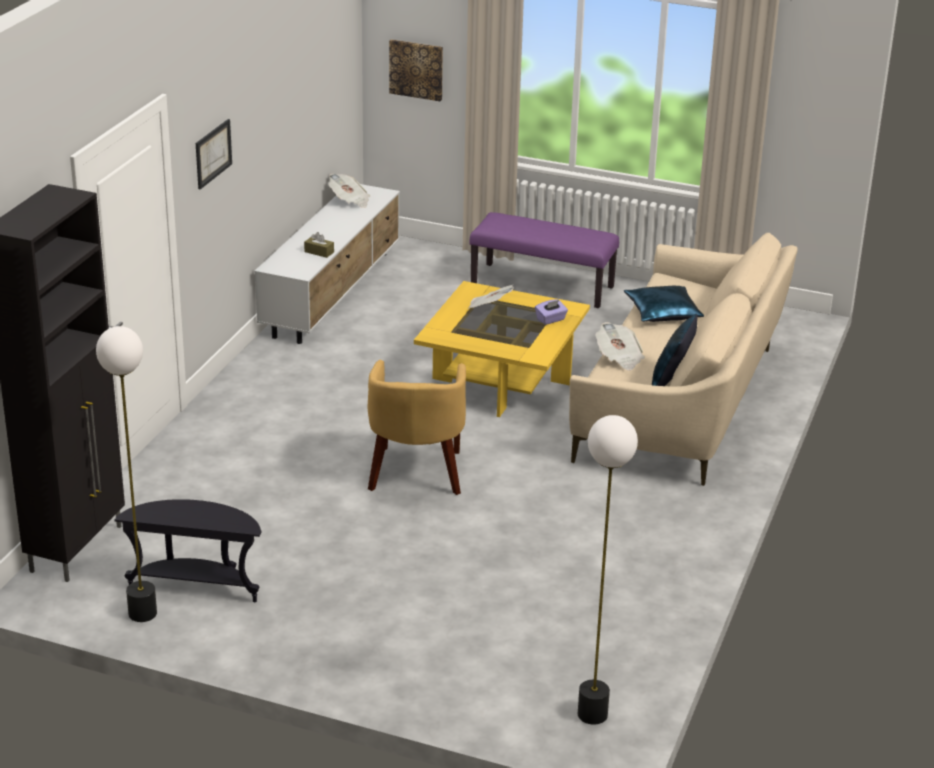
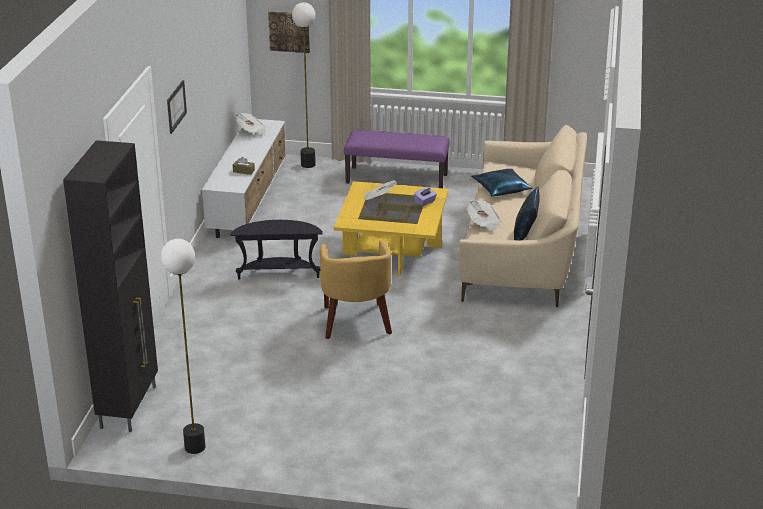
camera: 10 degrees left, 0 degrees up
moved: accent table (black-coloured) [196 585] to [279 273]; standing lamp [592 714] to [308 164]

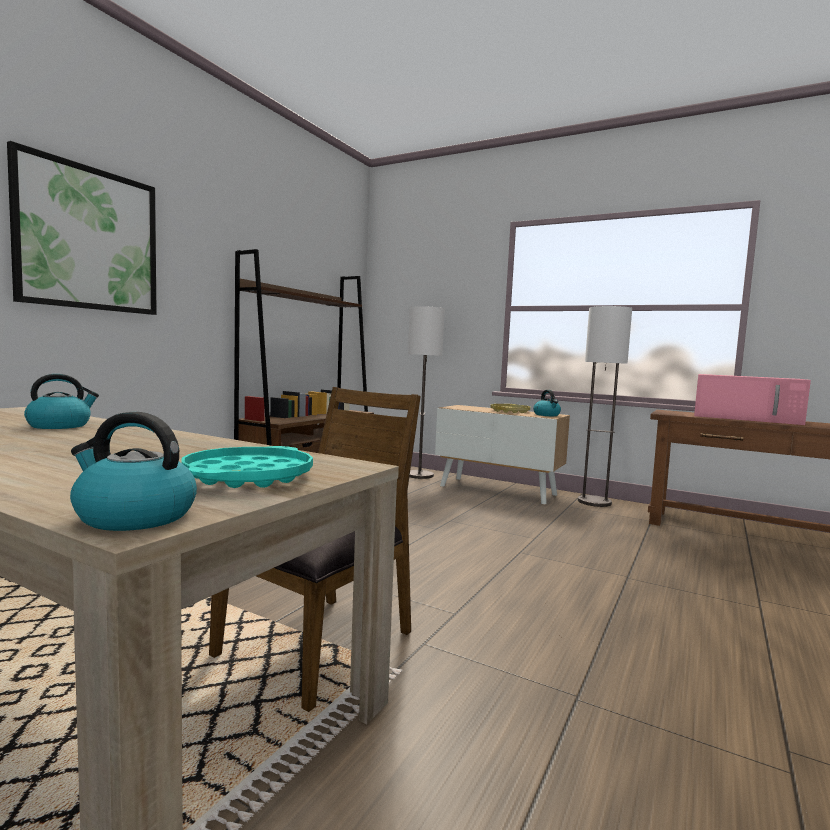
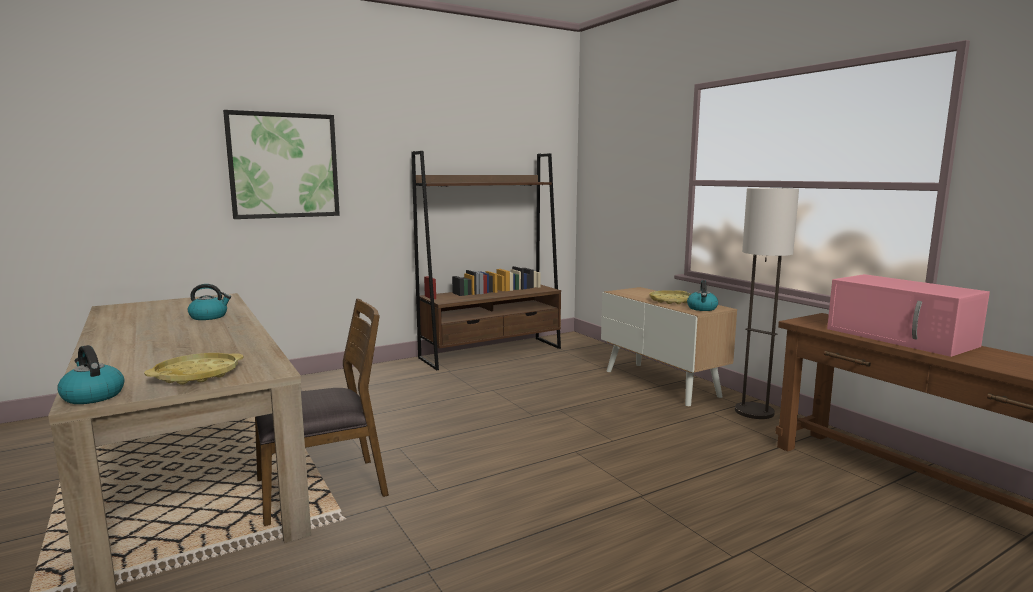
camera: 30 degrees right, 5 degrees up
removed: standing lamp [419 475]
recoloured: serving tray (turquoise) [249 476] to serving tray (yellow) [197 374]

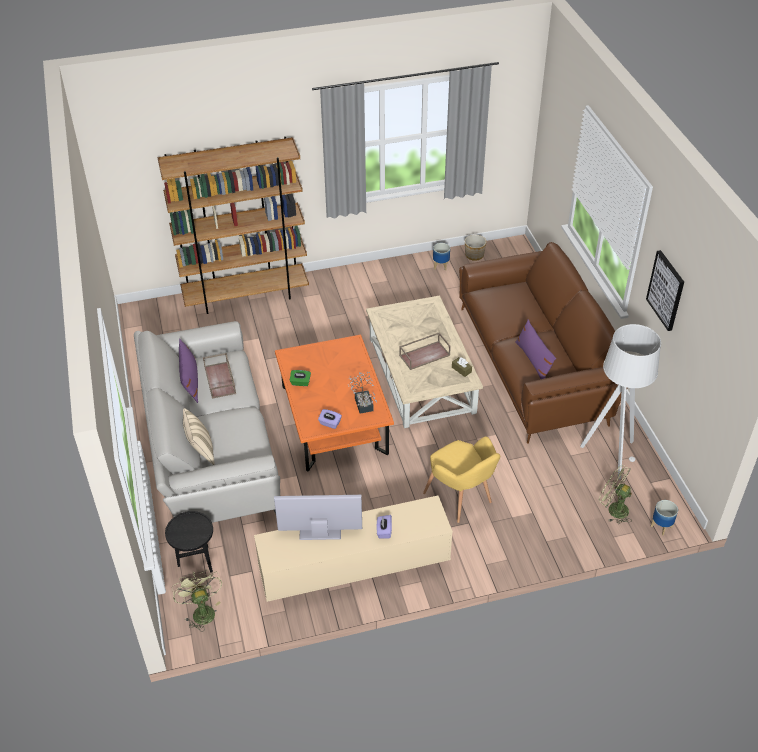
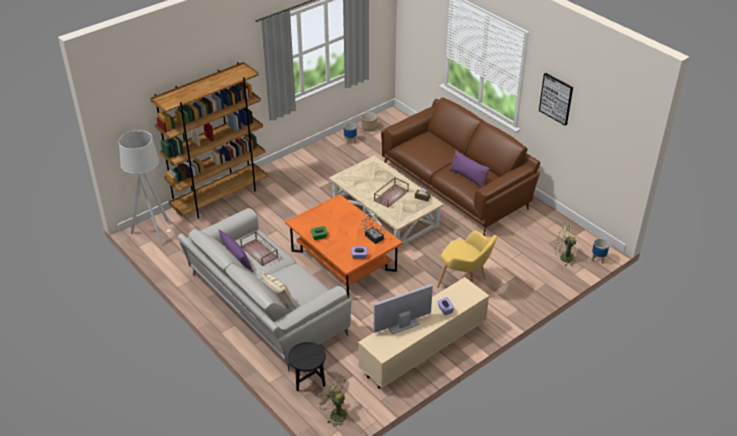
camera: 25 degrees left, 5 degrees down
moved: standing lamp (grey) [610 456] to [153 233]

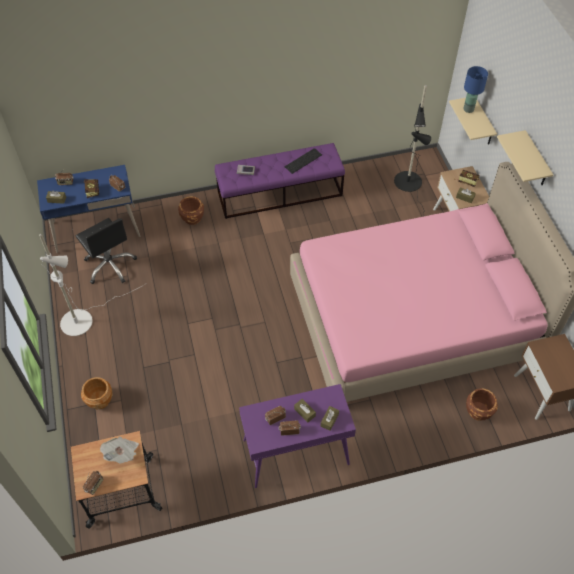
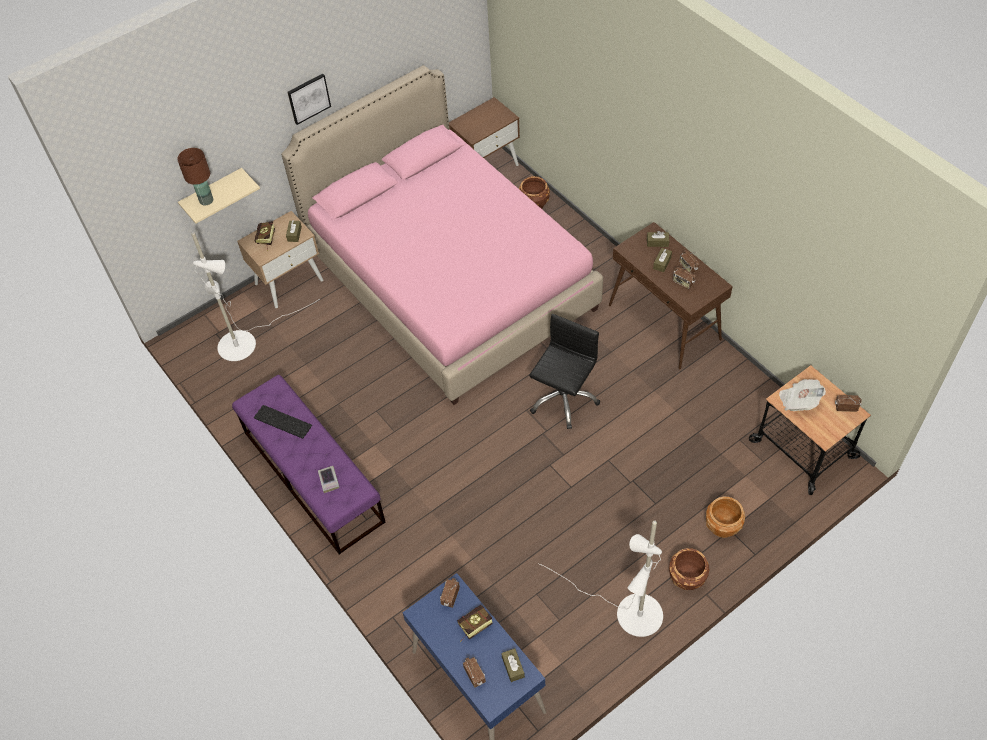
camera: 110 degrees left, 0 degrees up
moved: desk chair (black-coloured) [110 265] to [563 398]; planter (brownish) [192 218] to [686 577]
replaced: wall shelf (beige-coloured) [536 160] to picture [308 98]
recoloured: console table (purple) [295 453] to console table (brownish) [665 322]; standing lamp (black-coloured) [410 186] to standing lamp (whitish) [244 341]; tabletop lamp (blue-coloured) [468 109] to tabletop lamp (brownish) [206 201]

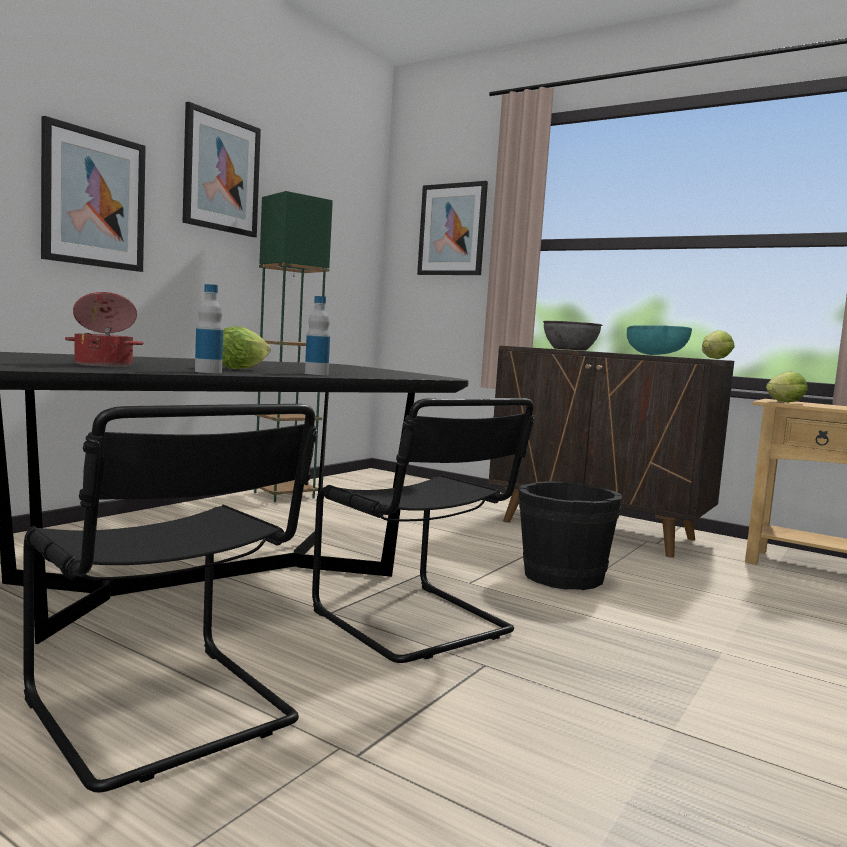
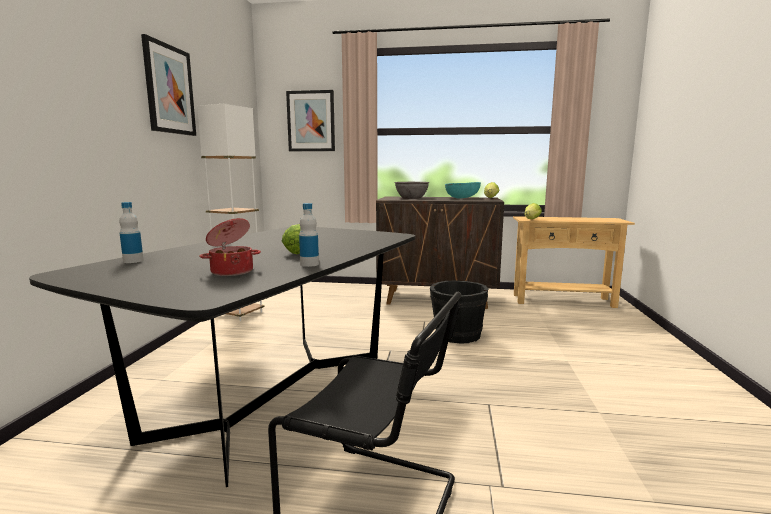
camera: 25 degrees left, 5 degrees up
removed: picture [93 199]; upright chair (black-coloured) [417 624]
moved: drink bottle [316 374] to [133 261]
recoloured: standing lamp (green) [284 495] to standing lamp (whitish) [240 314]

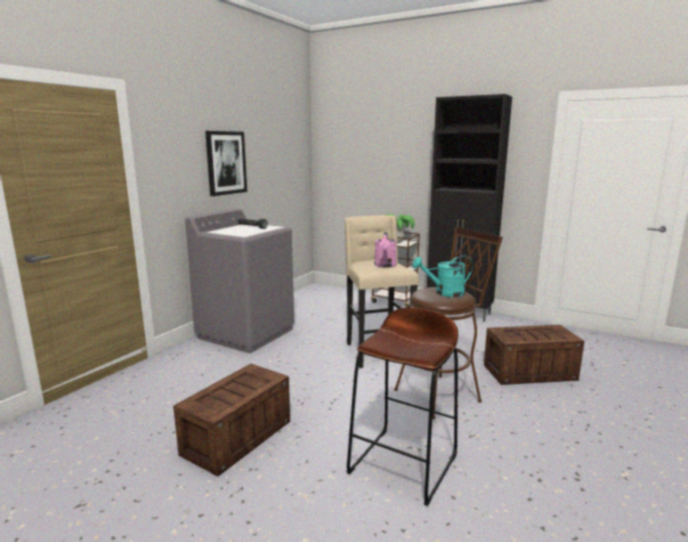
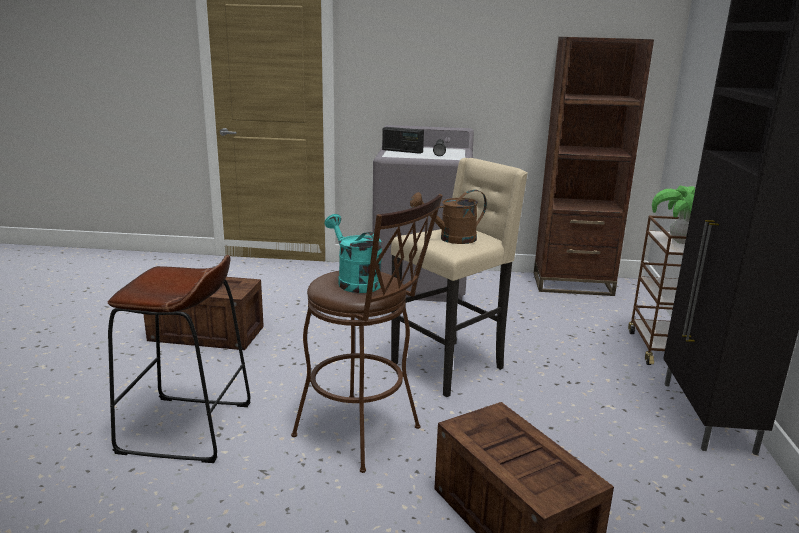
camera: 65 degrees right, 5 degrees up
removed: picture [226 163]
added: radio [402 151]; bookshelf (brownish) [572 284]
recoloured: watering can (pinkish) [385 265] to watering can (brownish) [451 239]

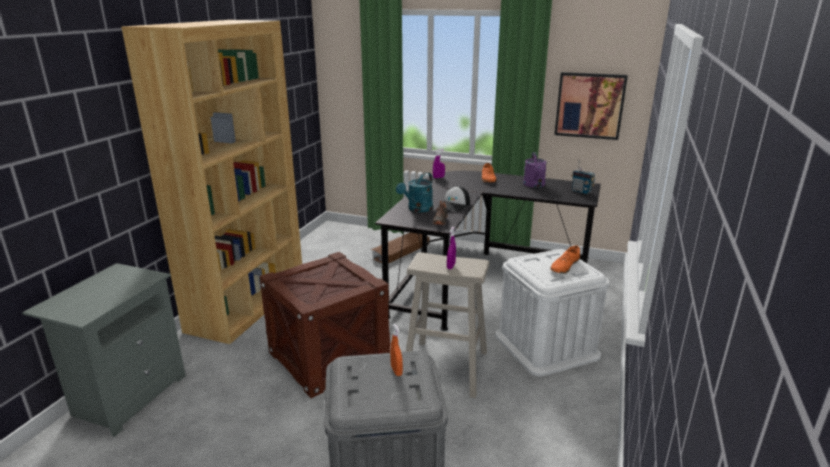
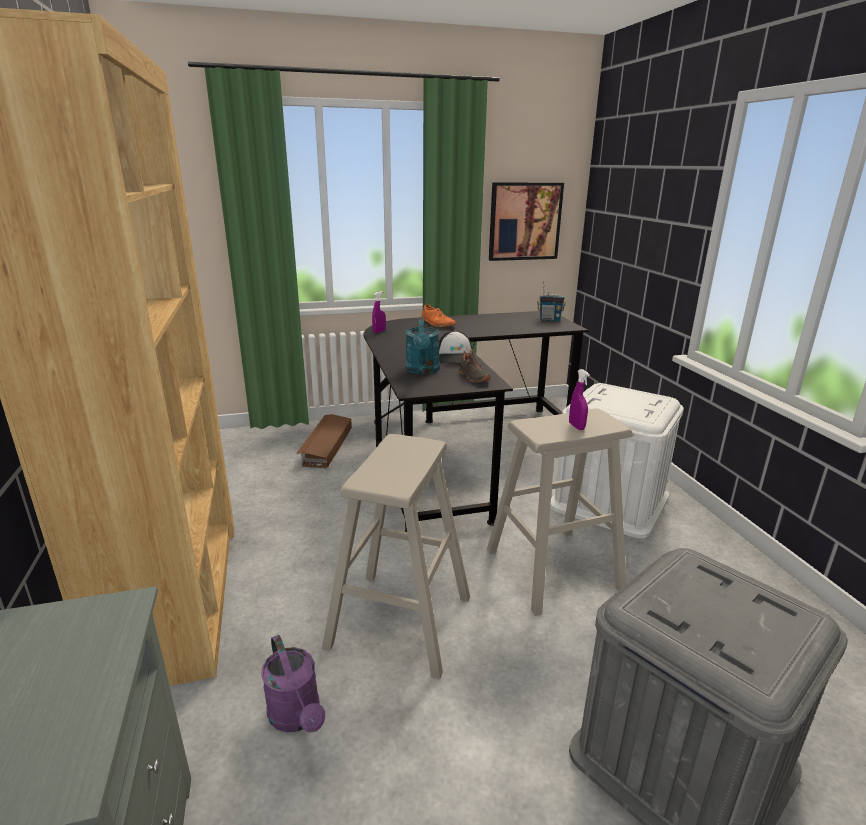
camera: 35 degrees left, 0 degrees up
removed: sprayer (orange) [396 371]; low shoe (orange) [564 266]
moved: watering can (purple) [534 185] to [297 717]
replaced: shipping crate [329 357] to stool (beige-coloured) [400 622]

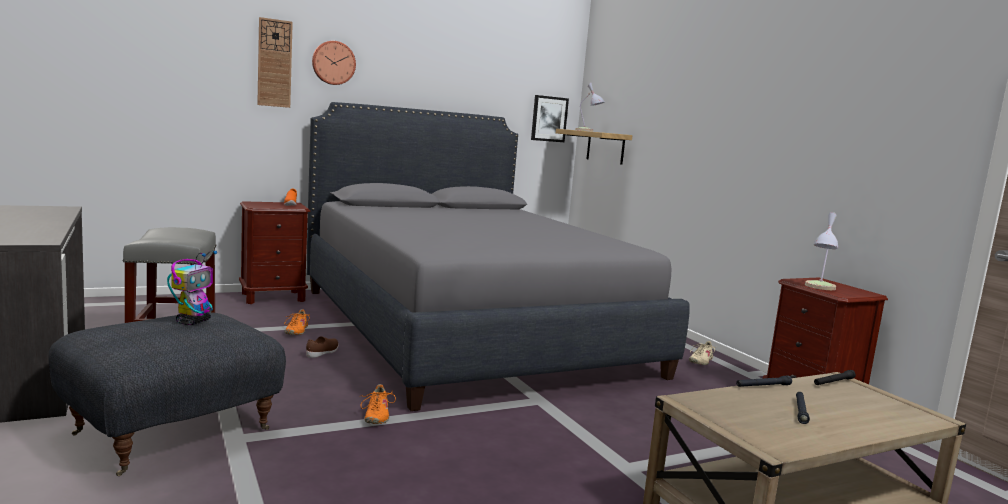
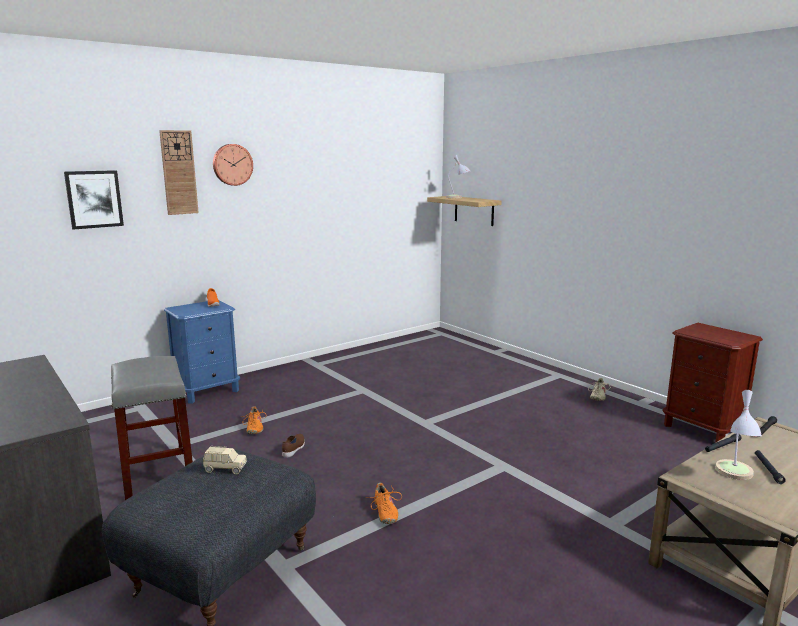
camera: 10 degrees left, 5 degrees up
removed: bed (grey) [467 329]
moved: picture [549 119] to [94 199]; tabletop lamp [819 287] to [735 475]
replaced: model robot [193 321] to toy car (beige-coloured) [225 469]
recoloured: nightstand (brownish) [273 297] to nightstand (blue-coloured) [208 391]

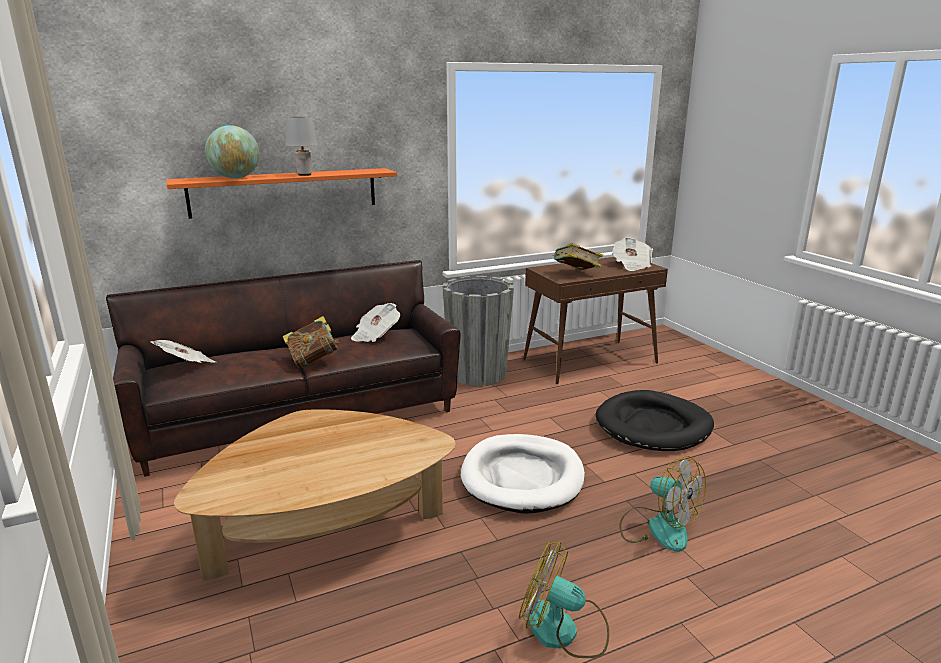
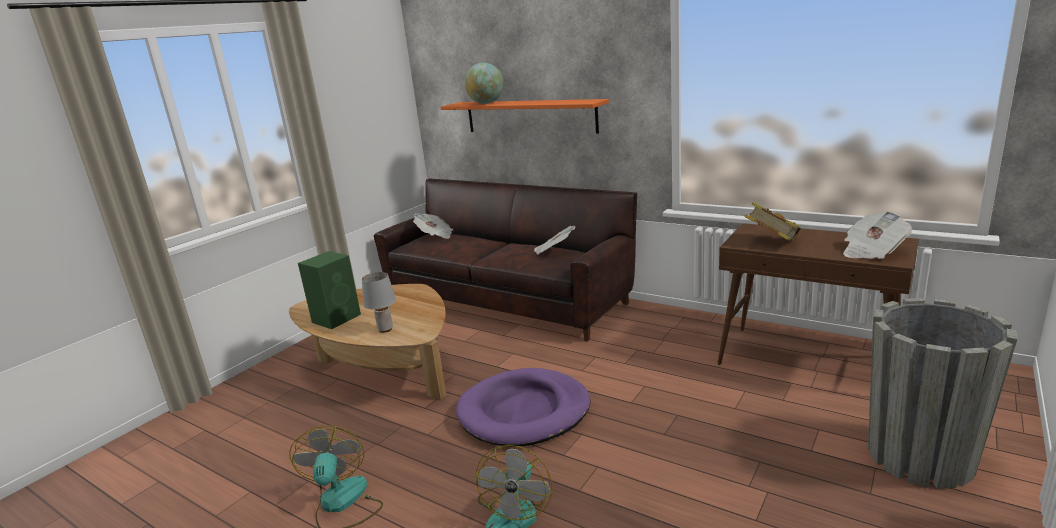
camera: 60 degrees right, 0 degrees up
removed: bound book [313 361]; pet bed (black-coloured) [653 426]
added: loudspeaker (green) [337 318]
moved: tabletop lamp (grey) [305 175] to [385 329]; planter (grey) [477 374] to [920 457]
recoloured: pet bed (whitish) [522 477] to pet bed (purple) [524 412]

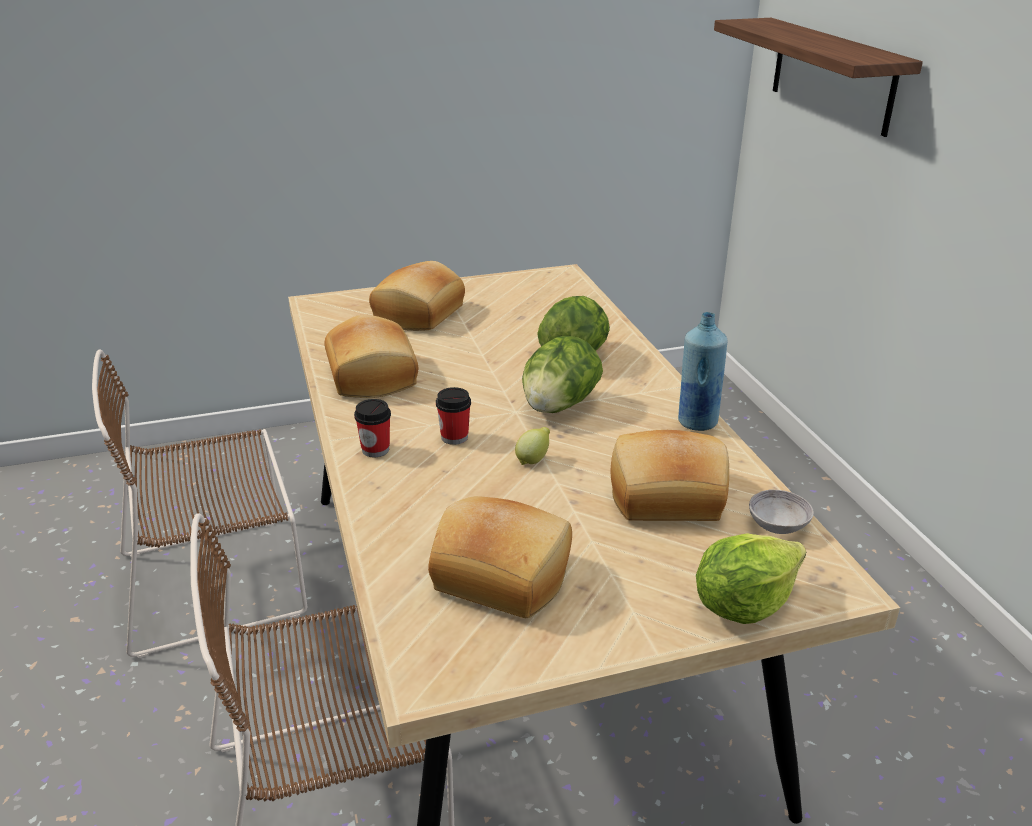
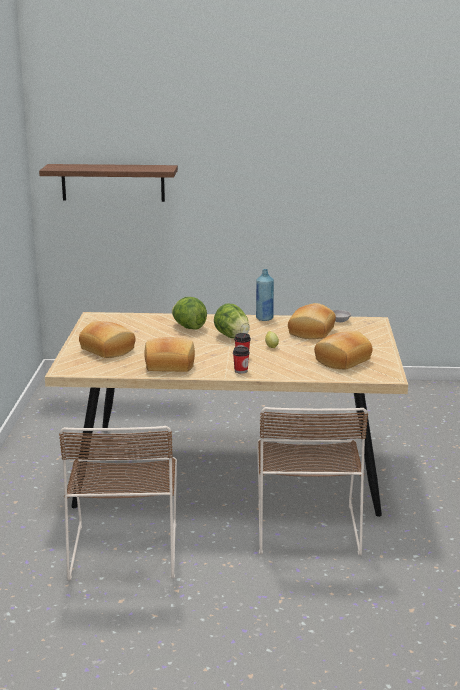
camera: 70 degrees left, 10 degrees down
removed: lettuce head [743 604]

